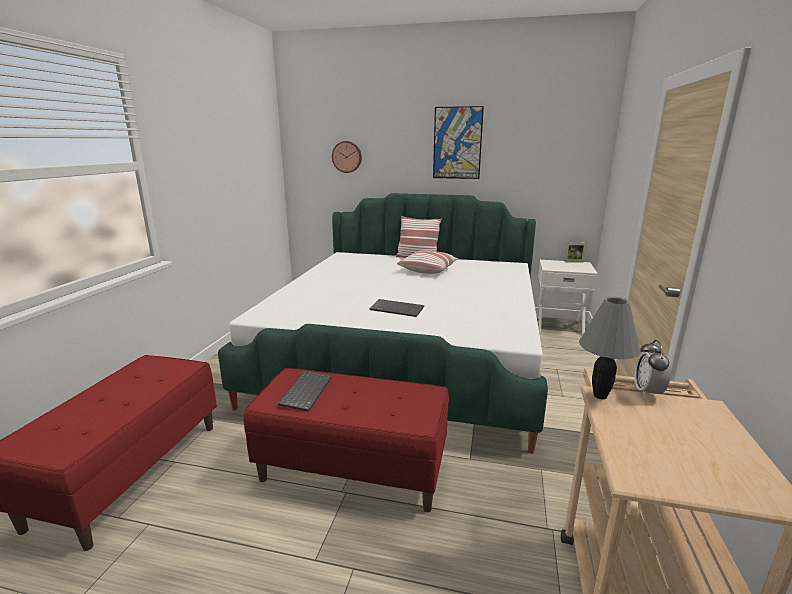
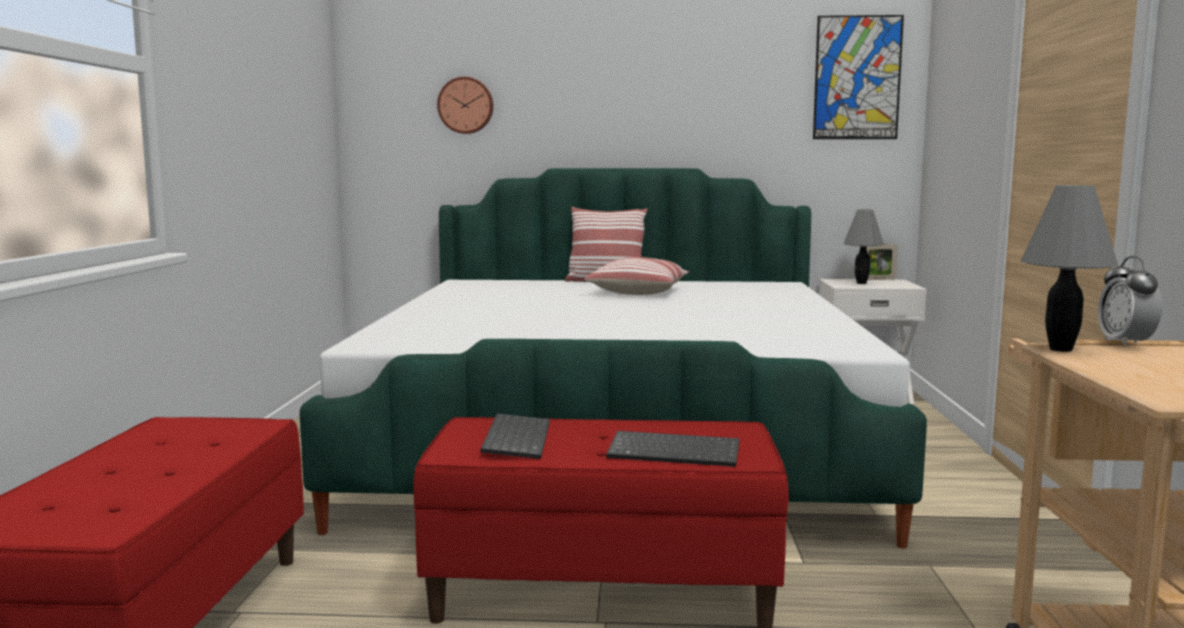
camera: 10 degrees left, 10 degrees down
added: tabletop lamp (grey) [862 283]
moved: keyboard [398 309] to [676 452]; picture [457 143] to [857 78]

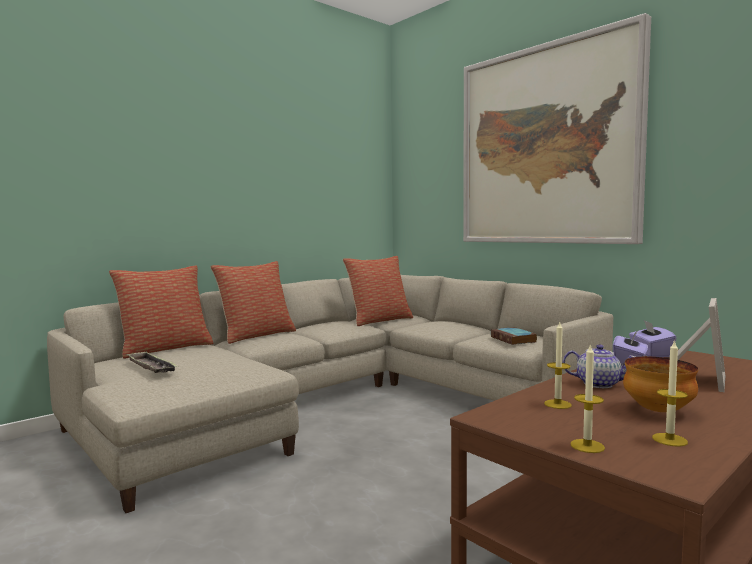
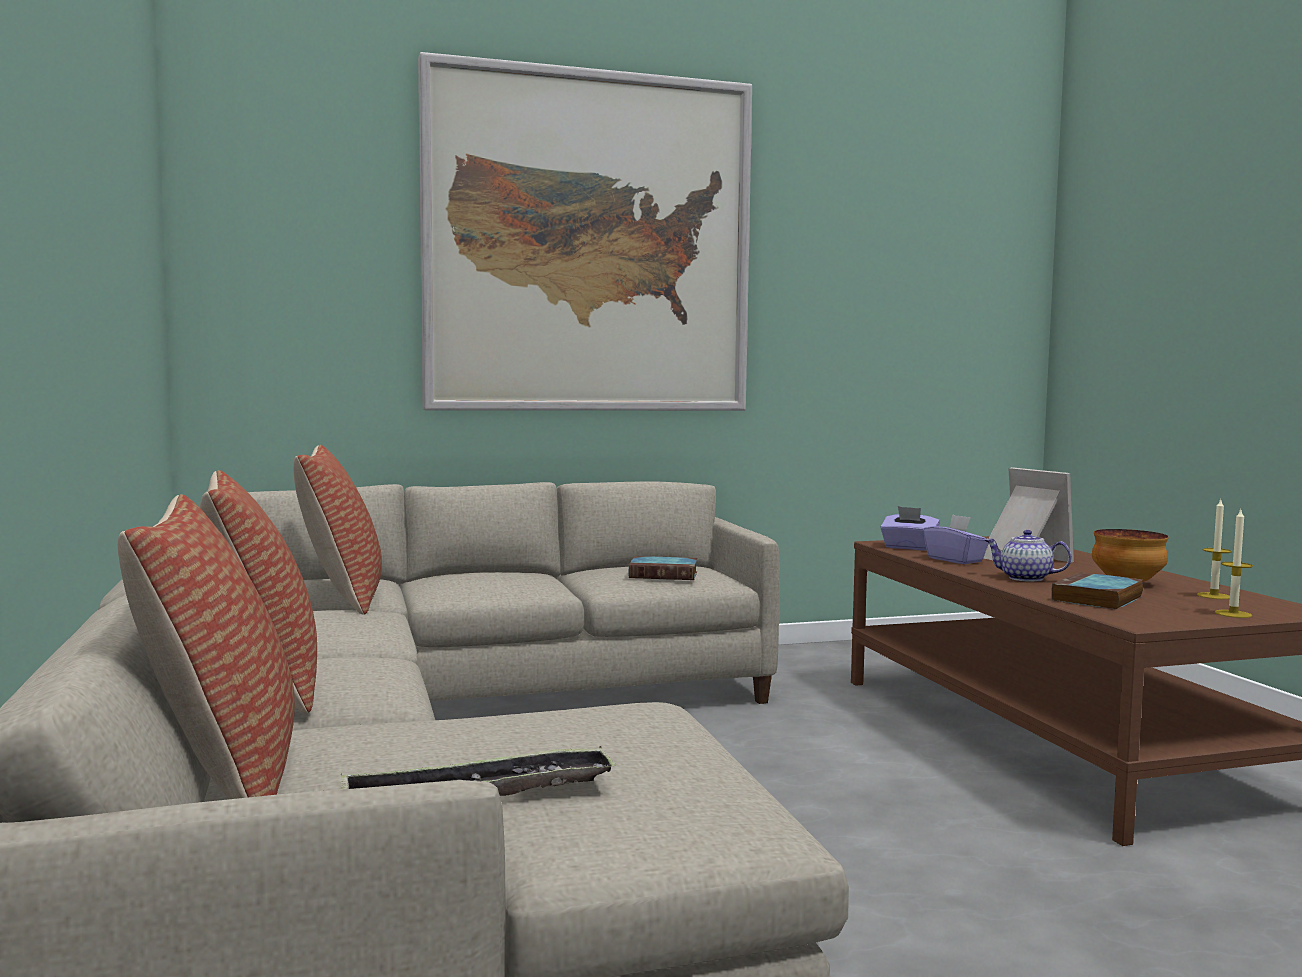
camera: 65 degrees left, 0 degrees up
replaced: candle [557 404] to bound book [1097 599]
turned: teapot [598 384] = [1025 578] 105 degrees counterclockwise

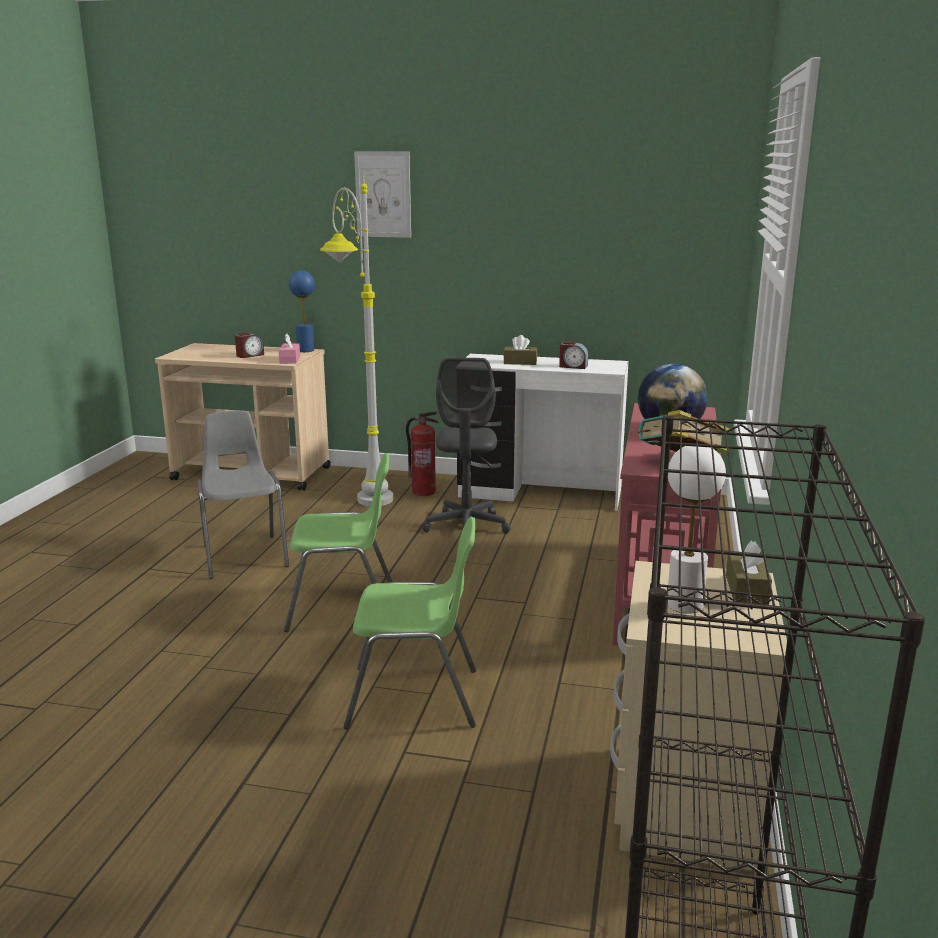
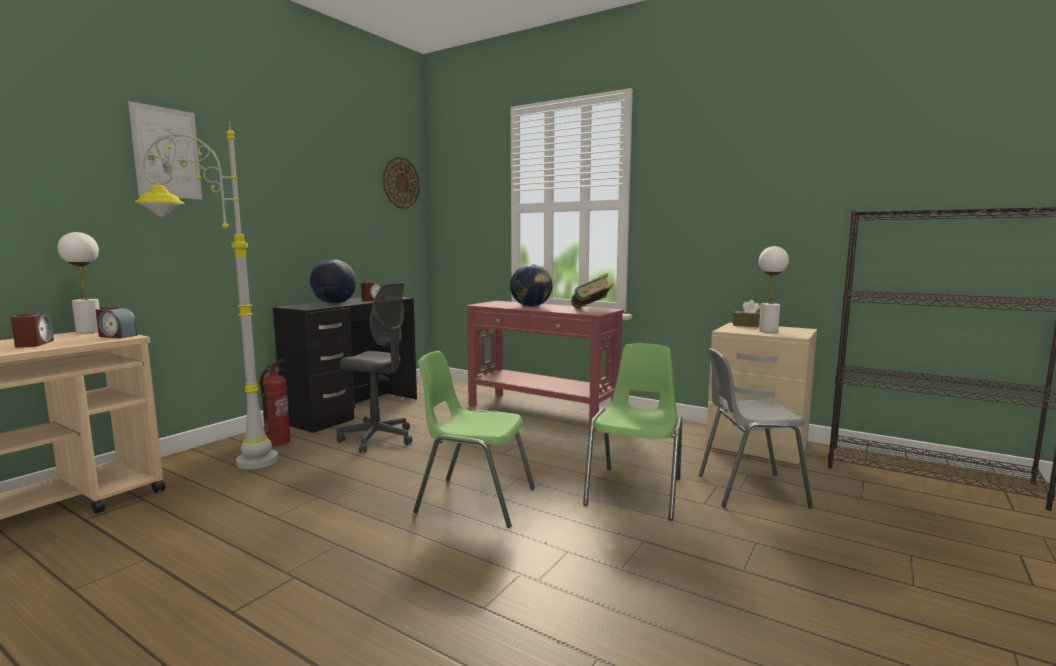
camera: 70 degrees left, 10 degrees down
added: clock on the wall [401 183]
moved: upright chair (grey) [244 555] to [748 490]
replaced: tissue holder (pinkish) [290 360] to bedside clock [117 336]; tissue holder (brownish) [520 362] to globe [334 303]
recoloured: tabletop lamp (blue-coloured) [305 350] to tabletop lamp (whitish) [89 331]; desk unit (whitish) [540 494] to desk unit (black-coloured) [355 411]
turned: upright chair (green) [344 608] = [474 500] 90 degrees counterclockwise

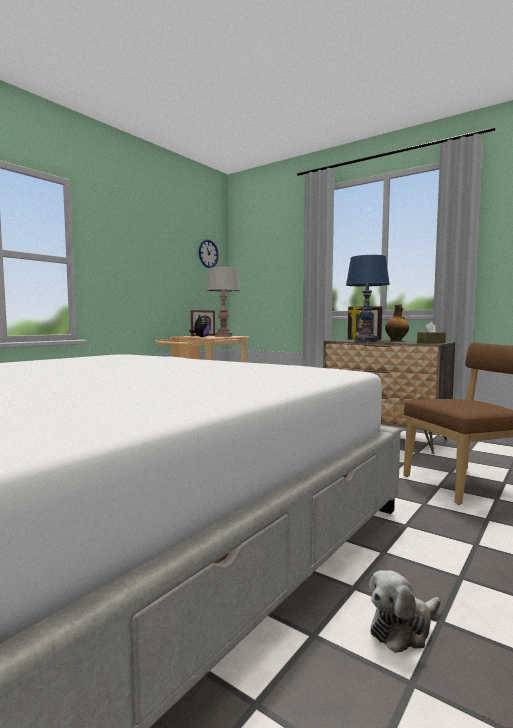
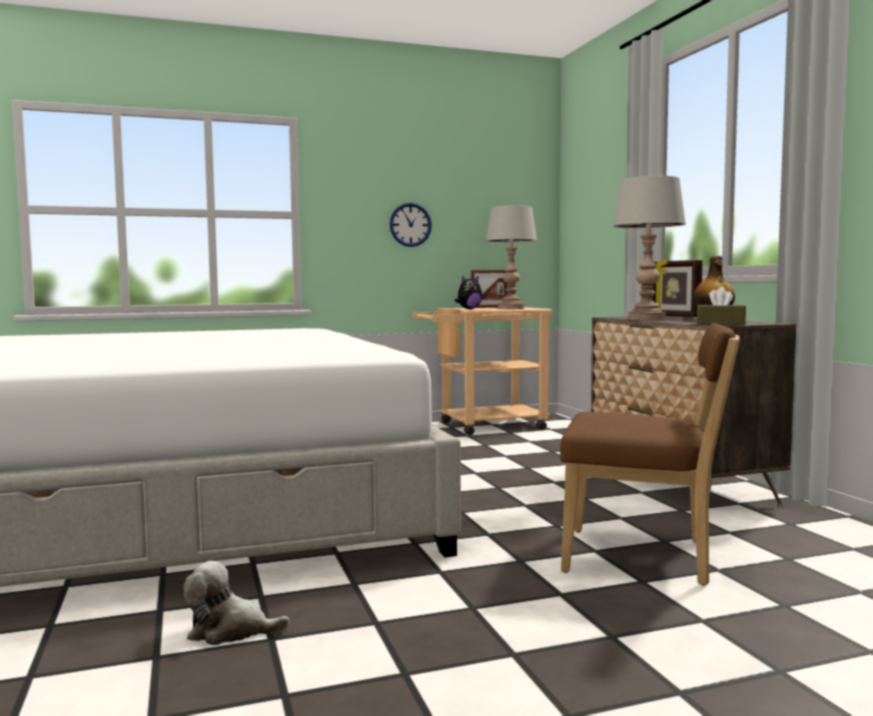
camera: 35 degrees right, 0 degrees up
moved: clock on the wall [208 253] to [410 224]
recoloured: tabletop lamp (blue-coloured) [366 341] to tabletop lamp (grey) [646 319]

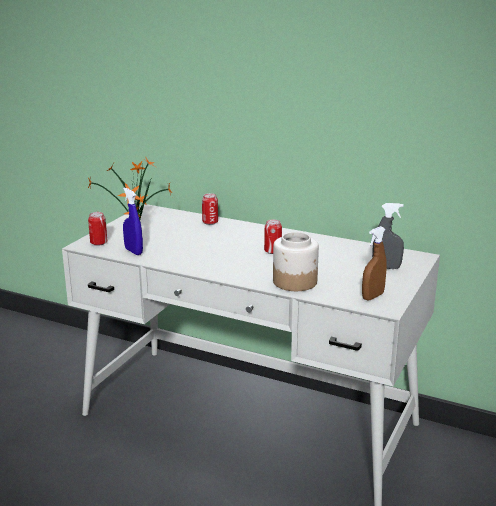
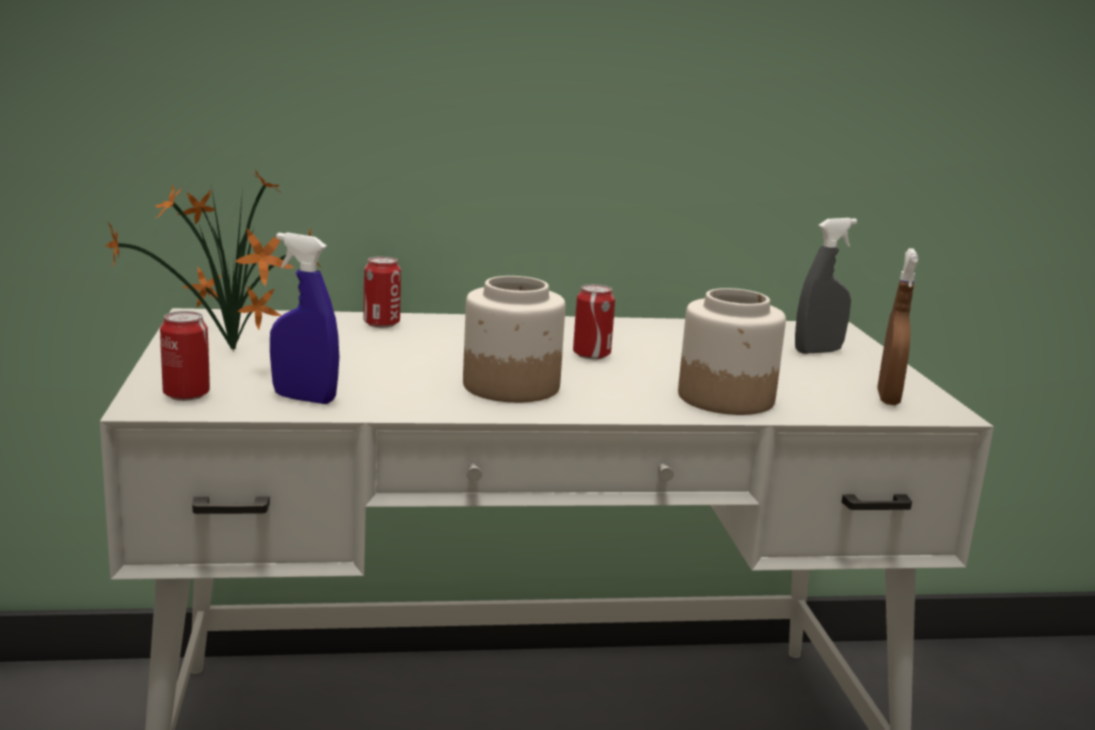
camera: 35 degrees left, 5 degrees down
added: preserve jar [510 386]

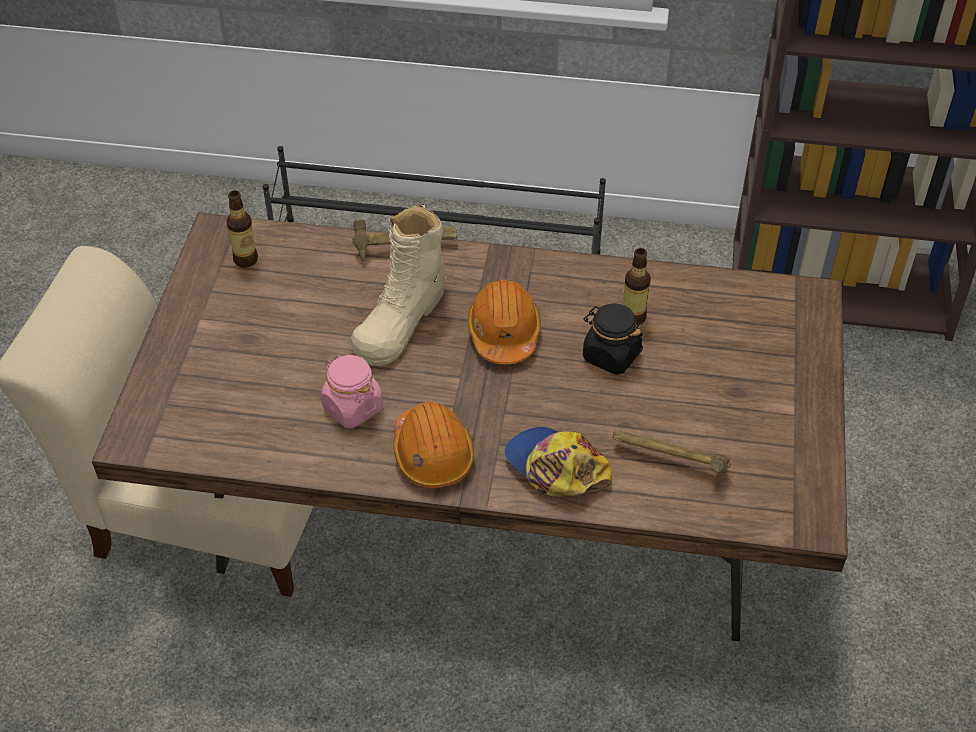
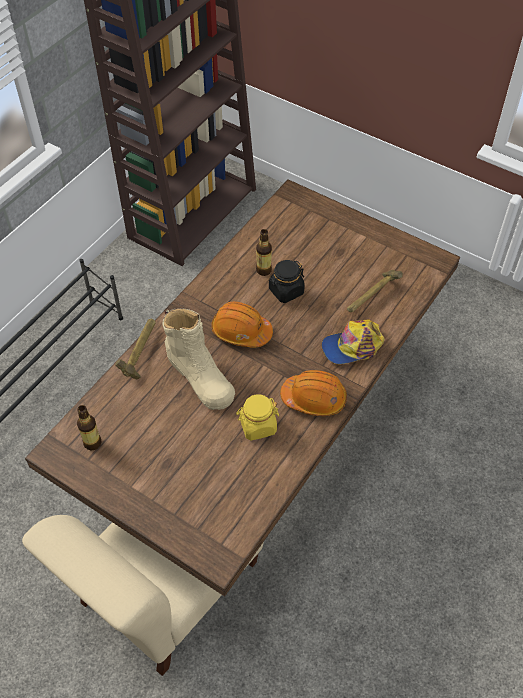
camera: 65 degrees left, 5 degrees up
recoloured: preserve jar (pinkish) [352 407] to preserve jar (yellow) [257 426]

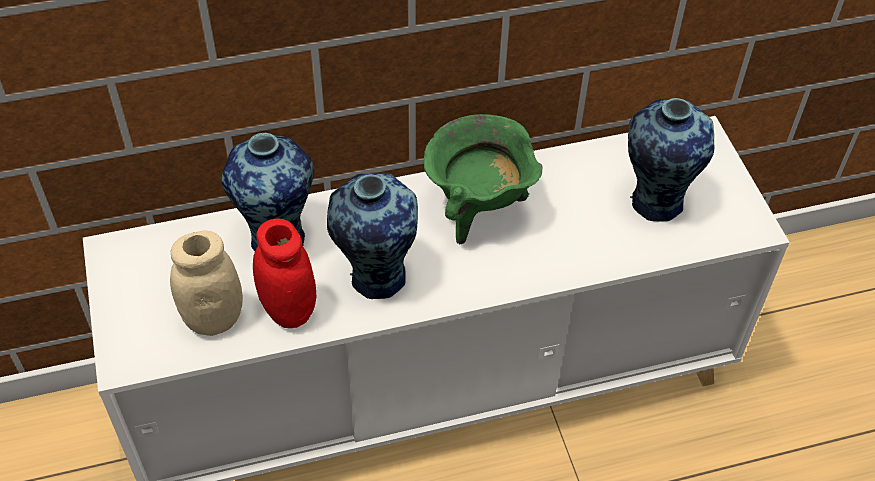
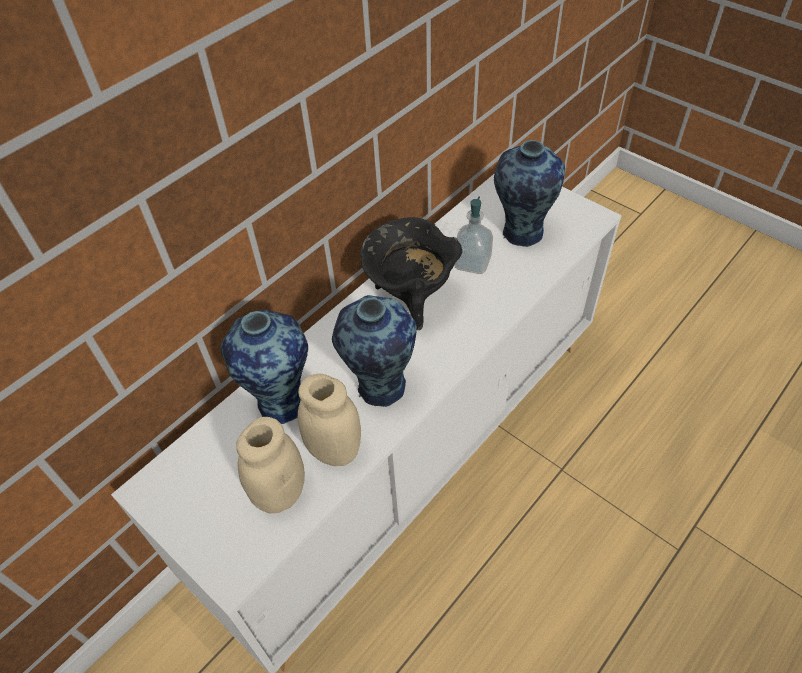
camera: 30 degrees left, 0 degrees up
added: liquid soap bottle [472 263]
recoloured: preserve jar (red) [289 310] to preserve jar (beige-coloured) [335 450]; saucepot (green) [478 209] to saucepot (black-coloured) [411 299]

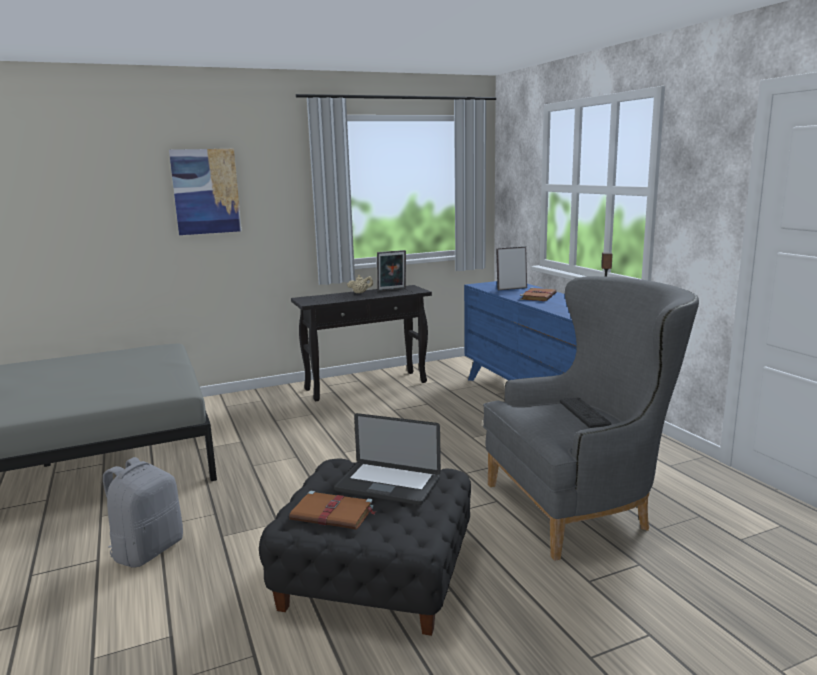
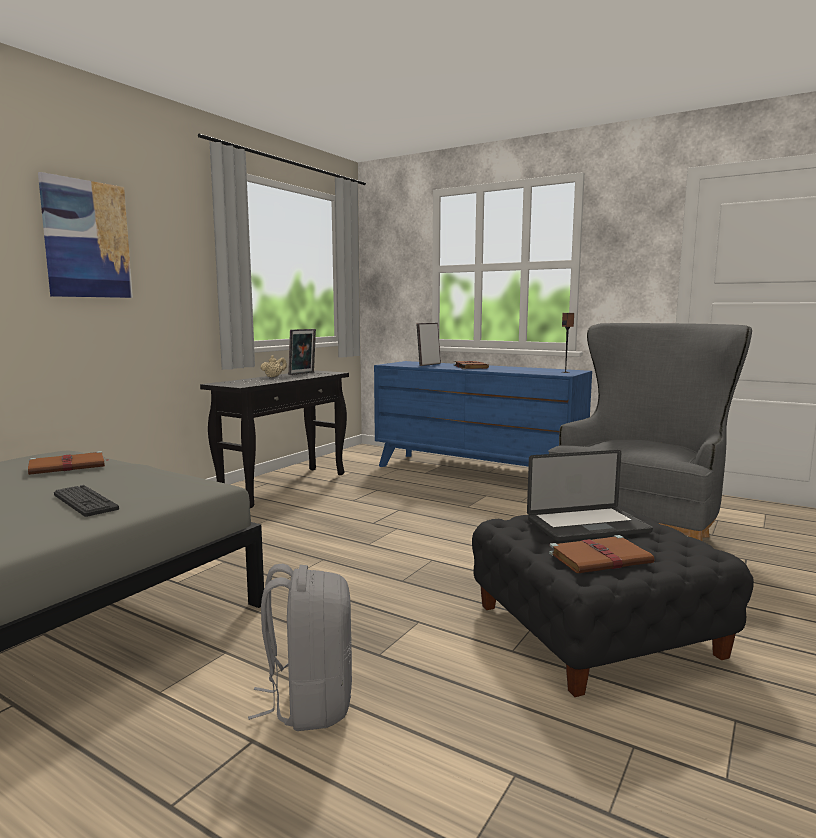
camera: 35 degrees left, 5 degrees down
added: bound book (brownish) [69 466]
moved: keyboard [584 413] to [85 502]

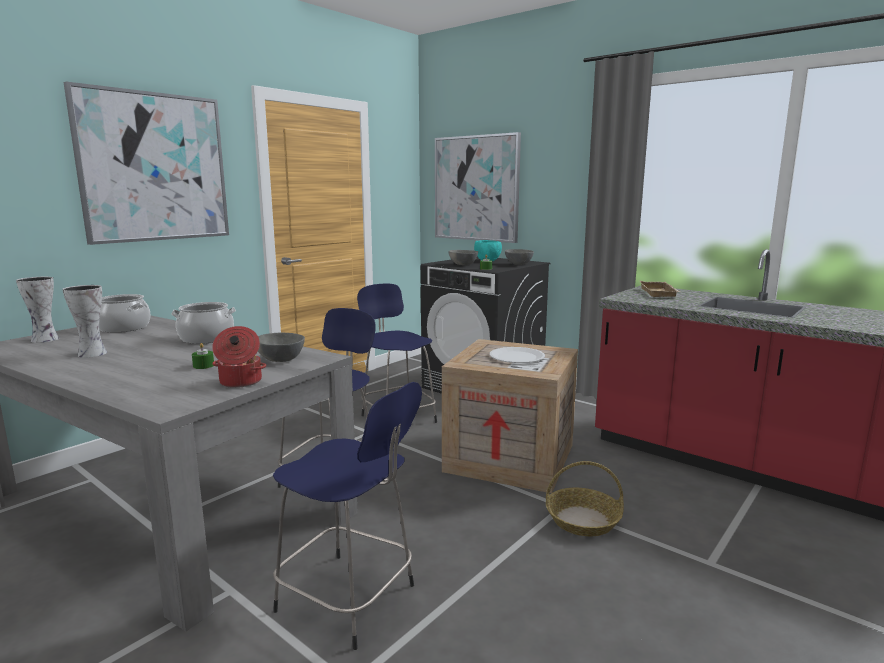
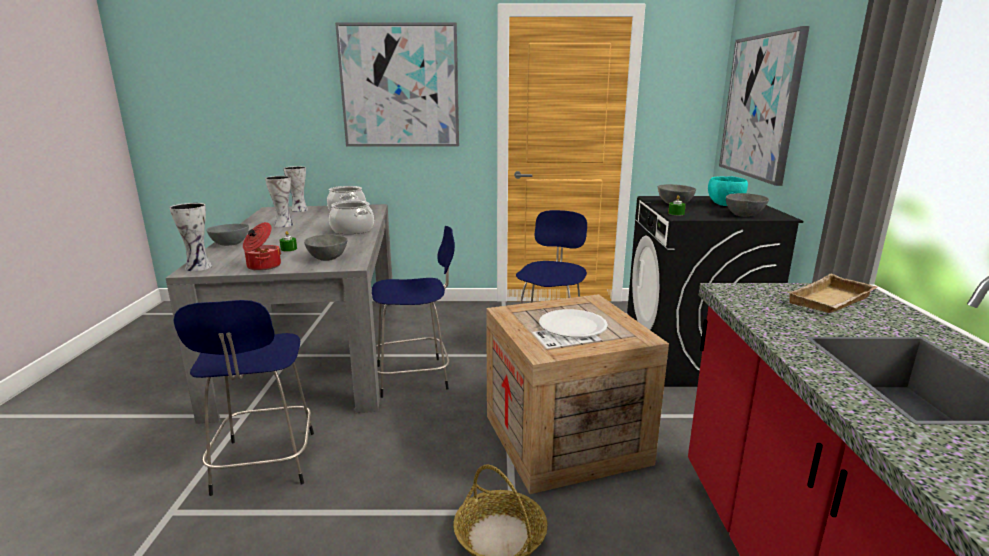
camera: 50 degrees right, 5 degrees up
added: decorative vase [200 267]; deep dish (grey) [231 244]

